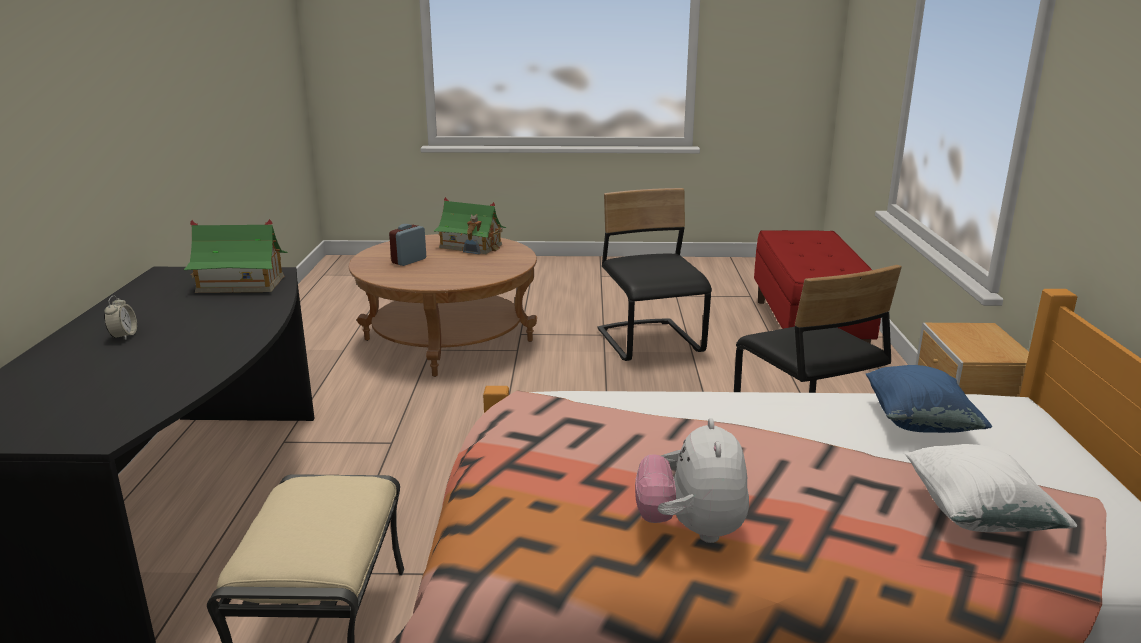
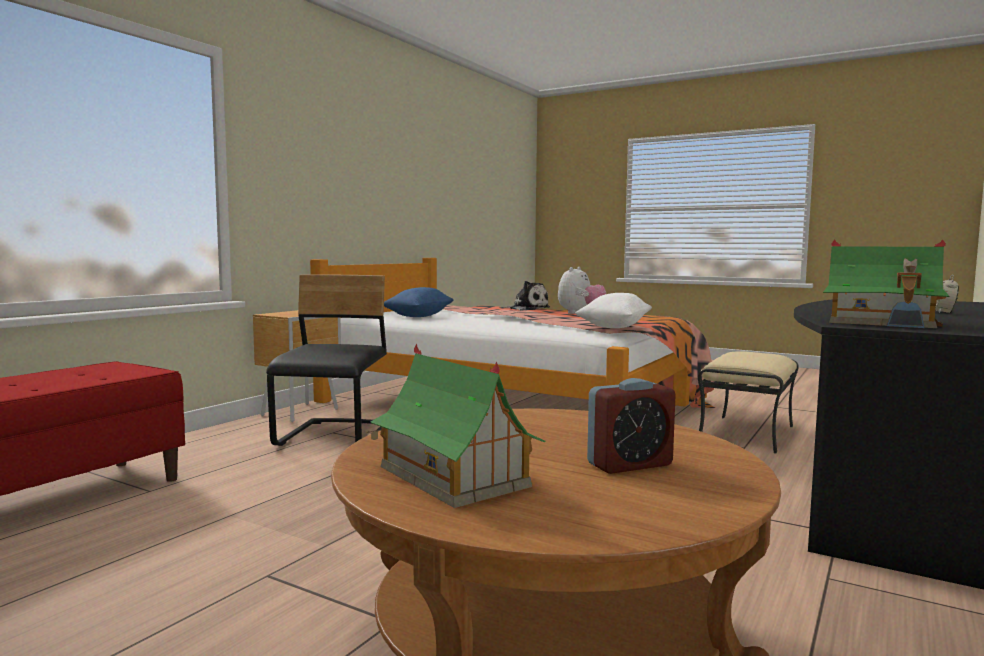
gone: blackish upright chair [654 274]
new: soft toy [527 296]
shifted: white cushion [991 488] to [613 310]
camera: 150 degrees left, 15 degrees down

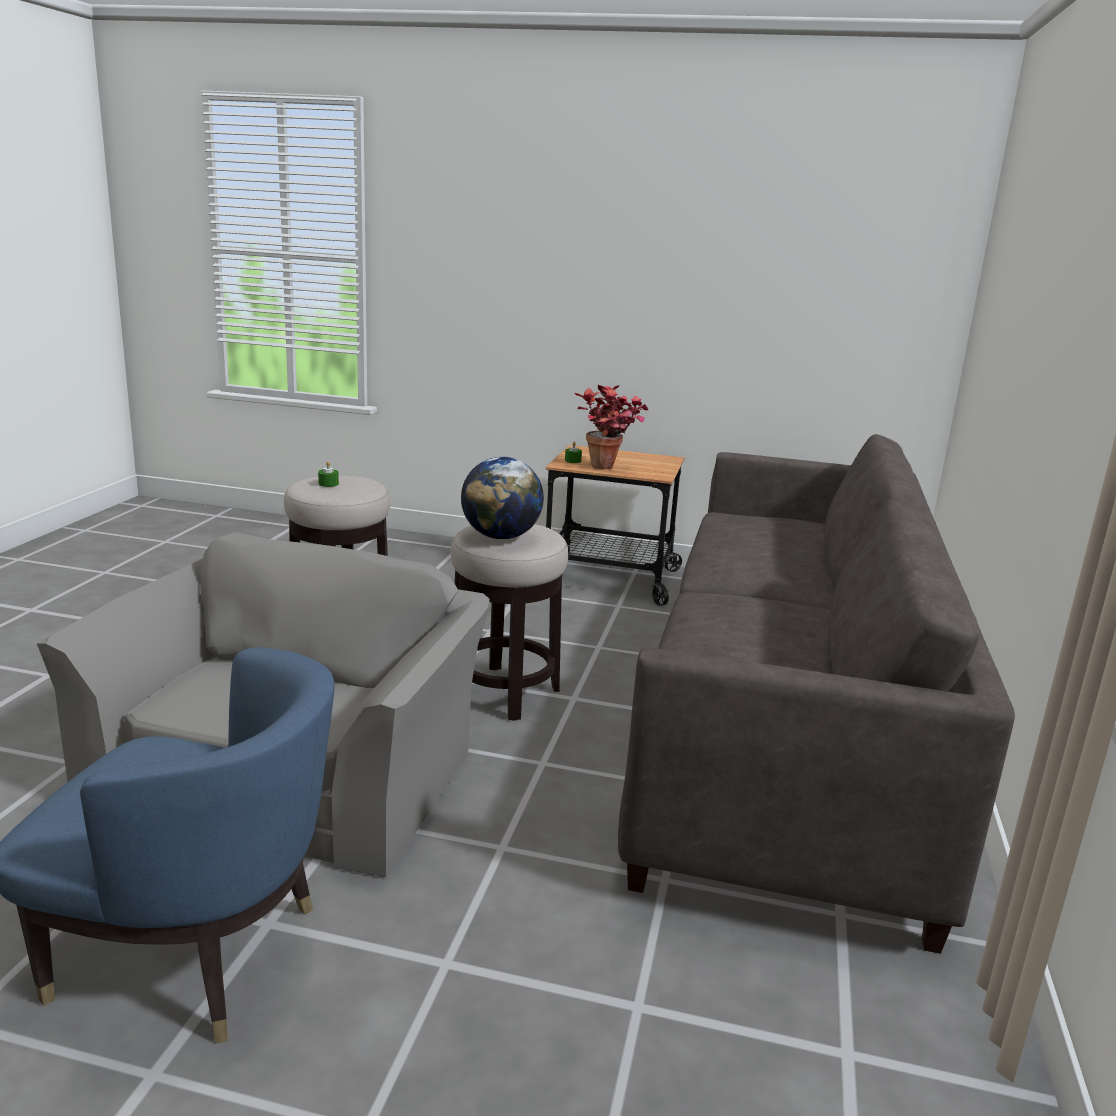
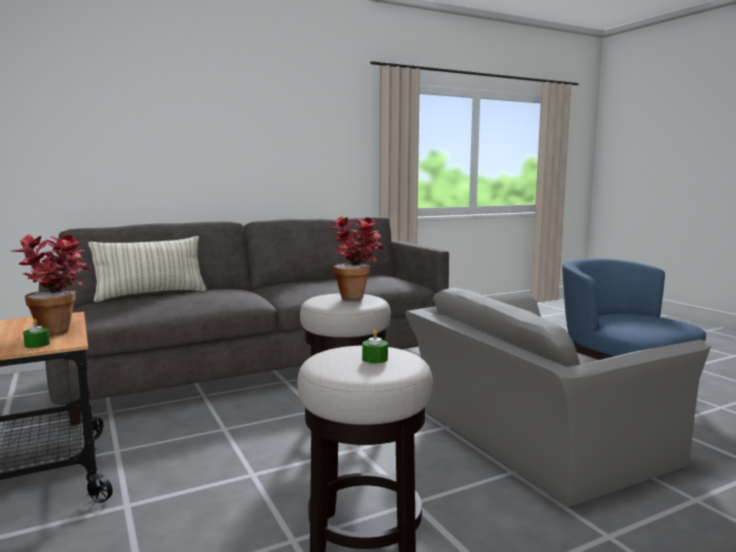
new: cushion [147 269]
swapped: globe [502 498] to plant in a pot [356 258]
camera: 130 degrees left, 10 degrees down

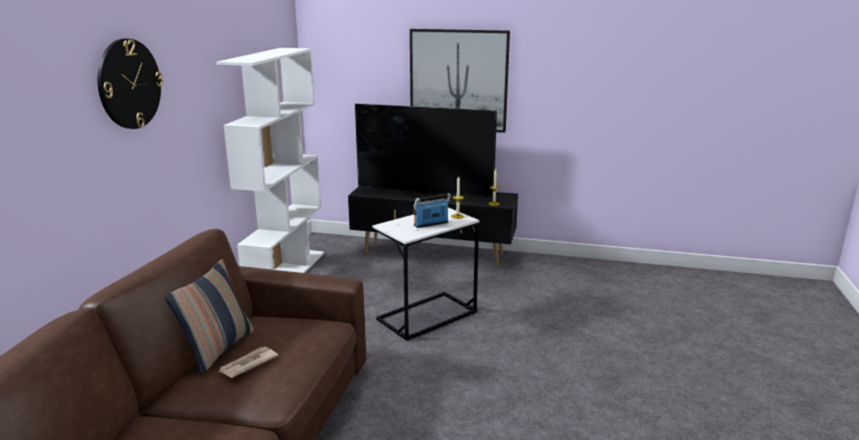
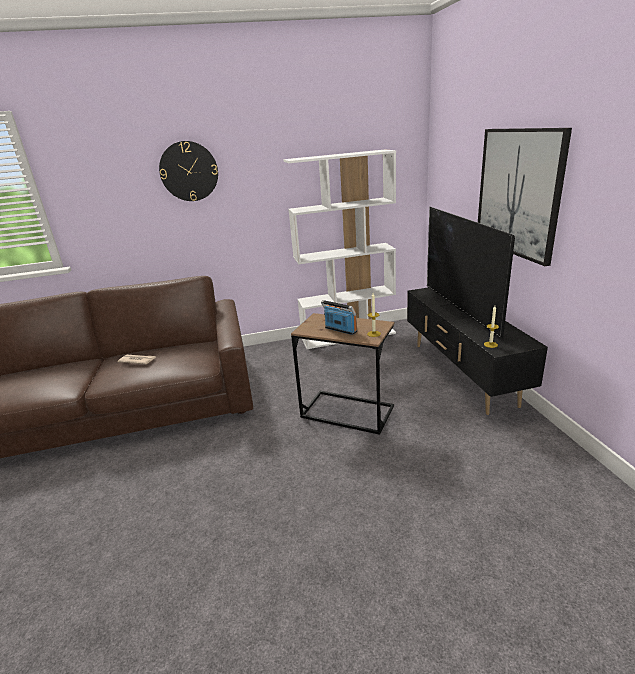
gone: cushion [209 317]
repainted: white accent table [426 274] to brown-coloured accent table [342 374]
camera: 65 degrees right, 5 degrees up

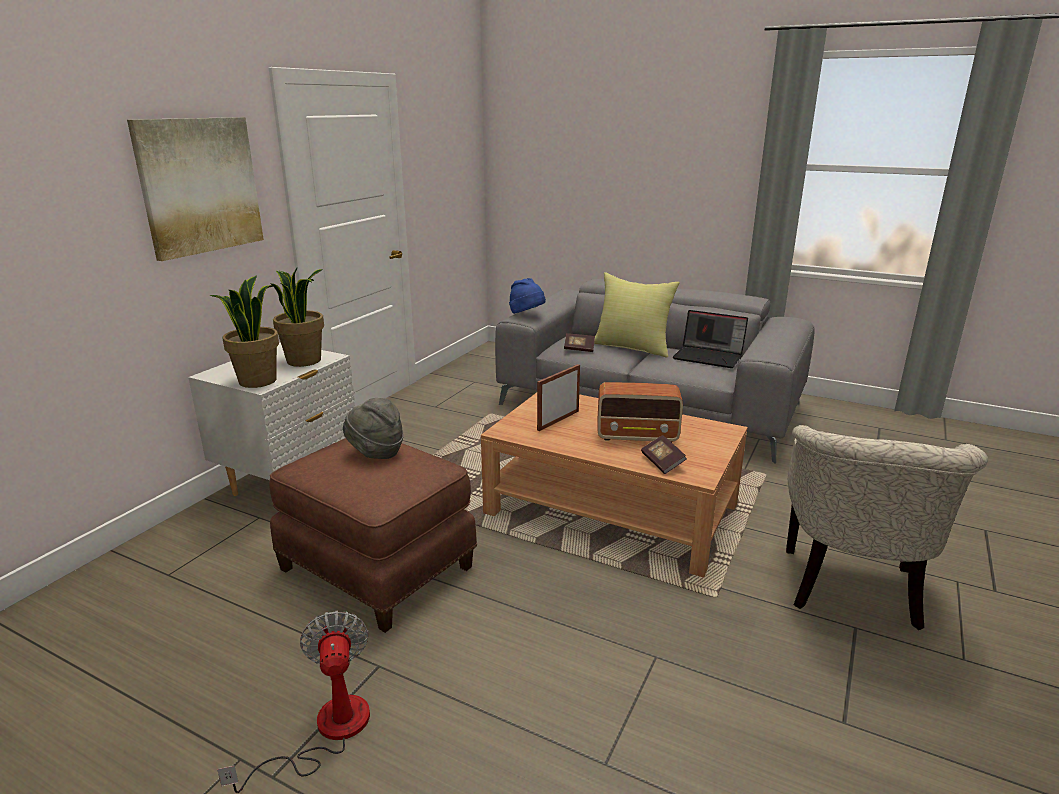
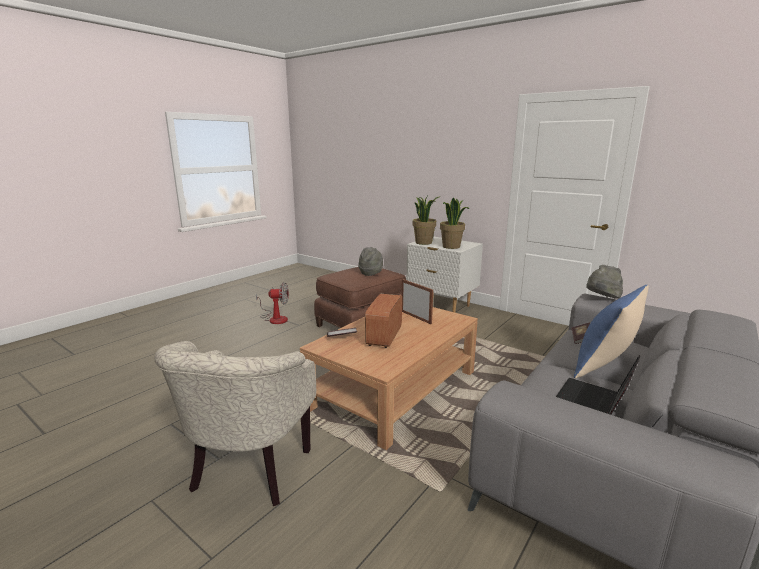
gone: picture [195 189]
repainted: blue-coloured clothing hat [527 296] to grey clothing hat [604 281]; yellowish cushion [637 315] to blue-coloured cushion [611 332]
rotated: beige armchair [887 527] = [235 423] 105 degrees counterclockwise
camera: 100 degrees right, 5 degrees down

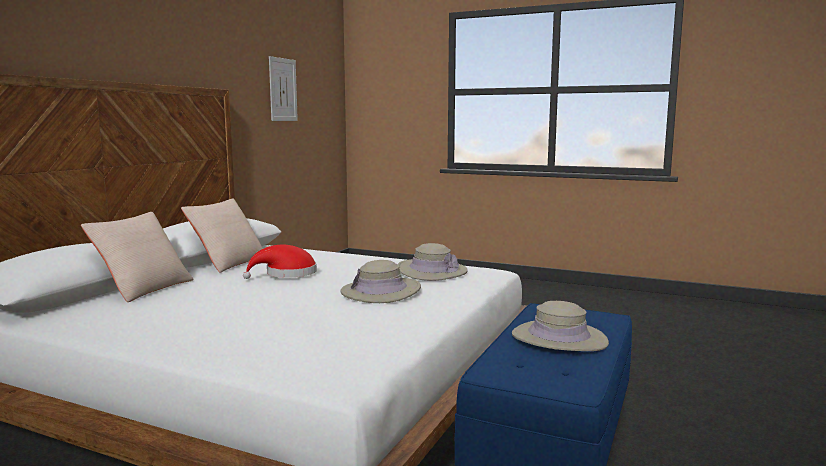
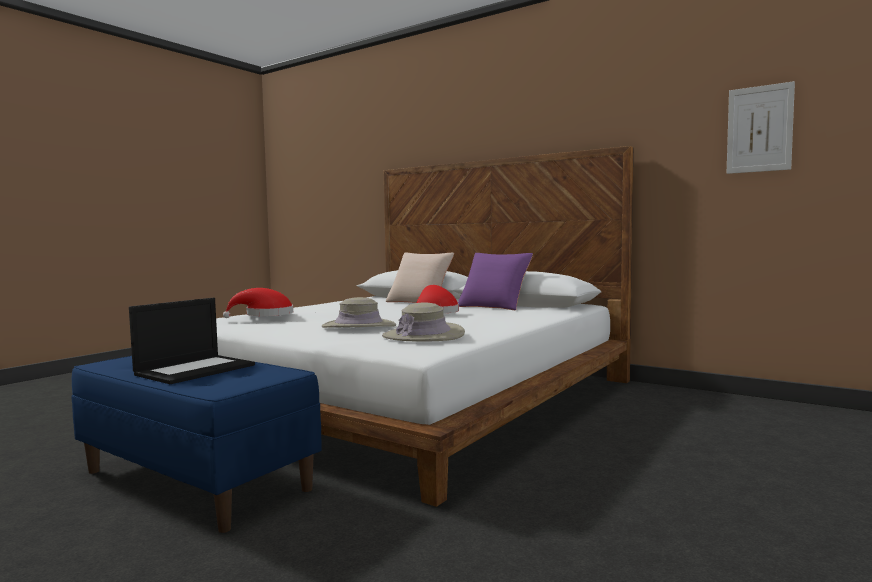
new: reddish clothing hat [258 303]
swapped: beige clothing hat [560 326] to notebook computer [192 341]
repainted: beige cushion [222 235] to purple cushion [495 281]
camera: 100 degrees right, 5 degrees down

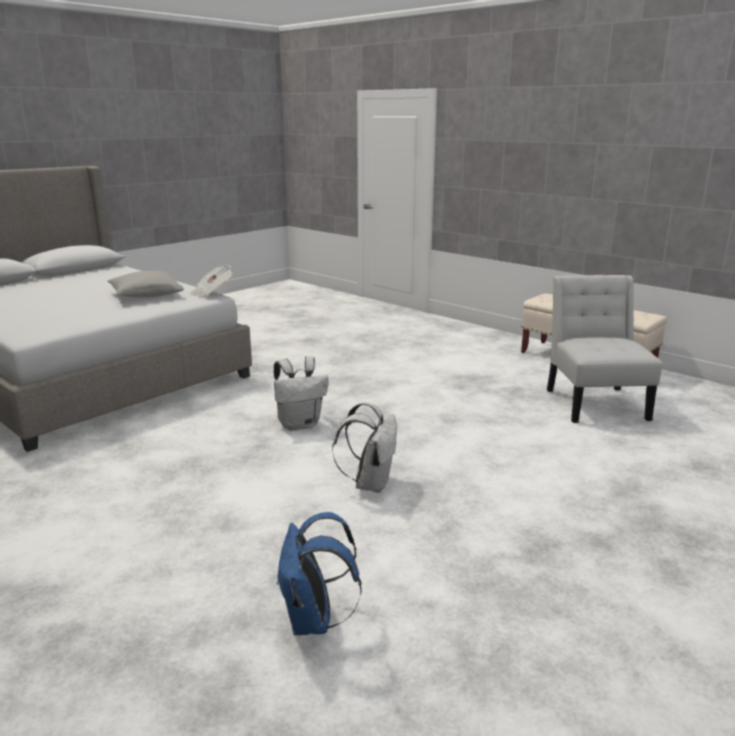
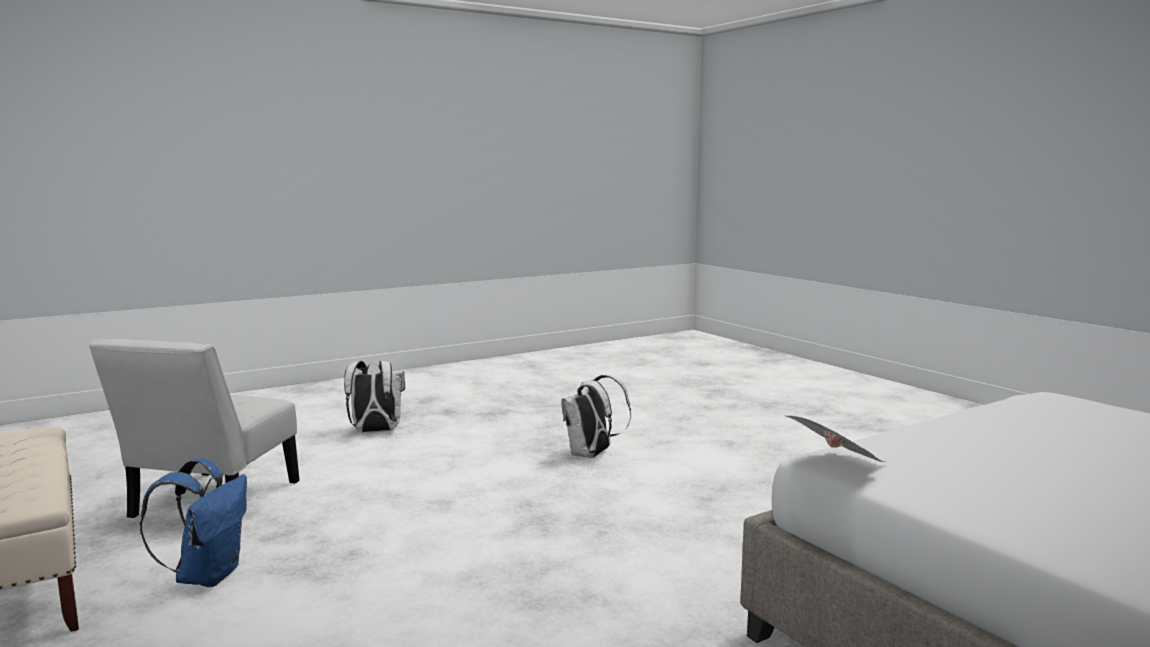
gone: grey cushion [146 284]
shifted: white backpack [301 393] to [374 396]; blue-coloured backpack [319 573] to [193 522]
camera: 165 degrees left, 10 degrees down

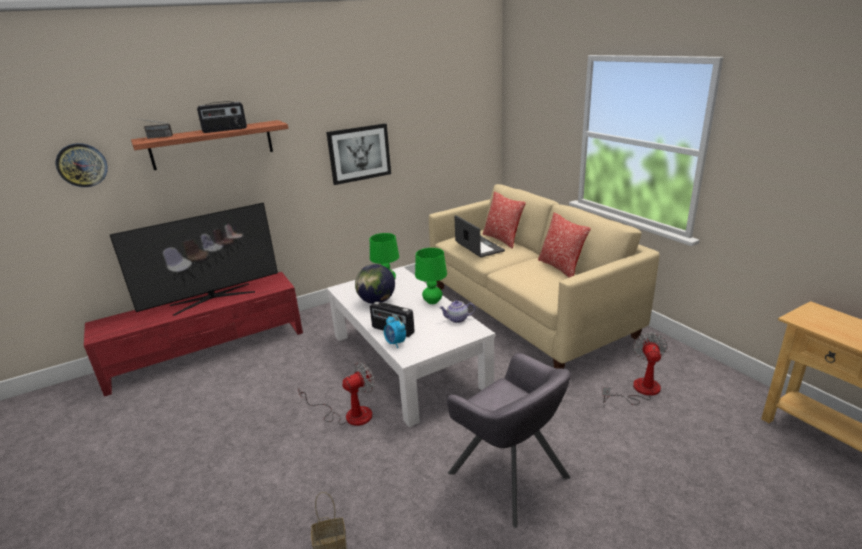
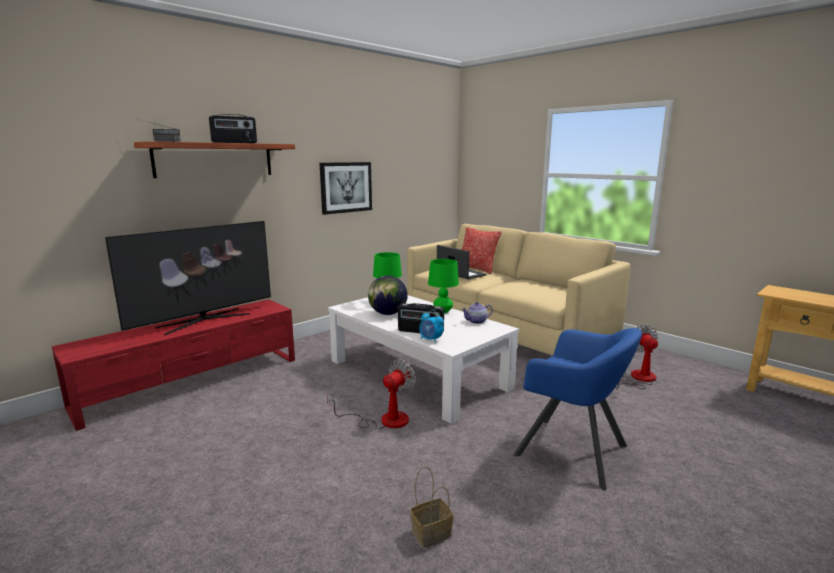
gone: clock on the wall [82 165]; cushion [564 245]
repainted: grey armchair [509 440] to blue-coloured armchair [577 409]
camera: 15 degrees left, 10 degrees down

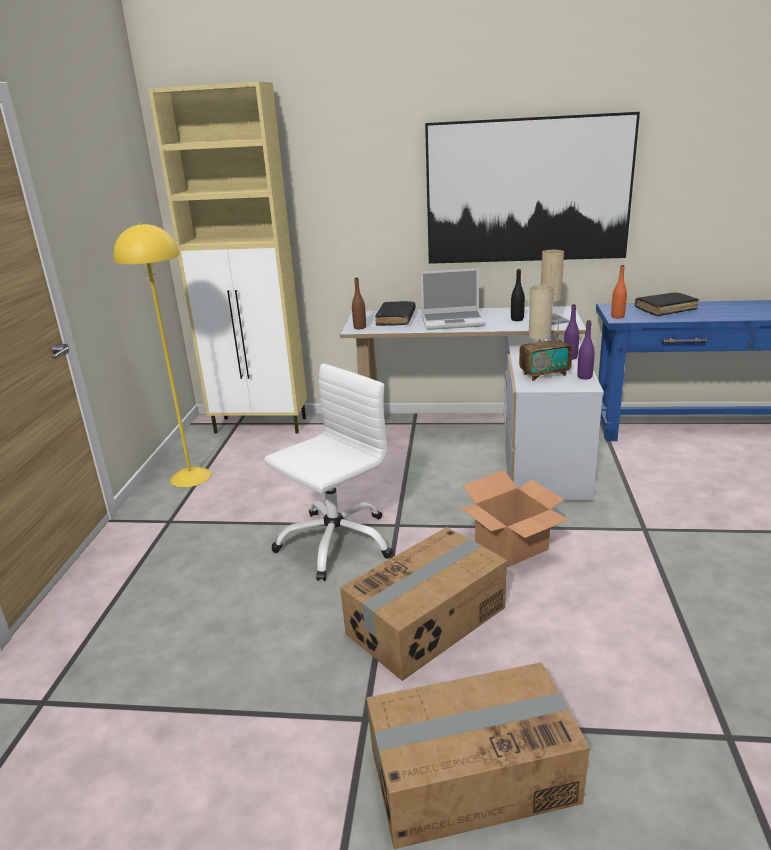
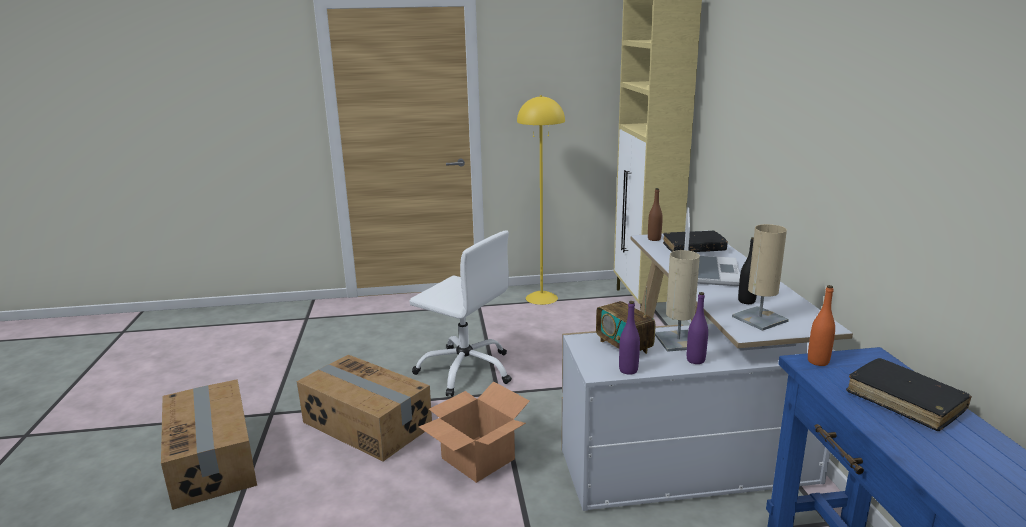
gone: picture [532 188]
rotated: notebook computer [453 299] = [712 246] 150 degrees counterclockwise
camera: 75 degrees right, 5 degrees down

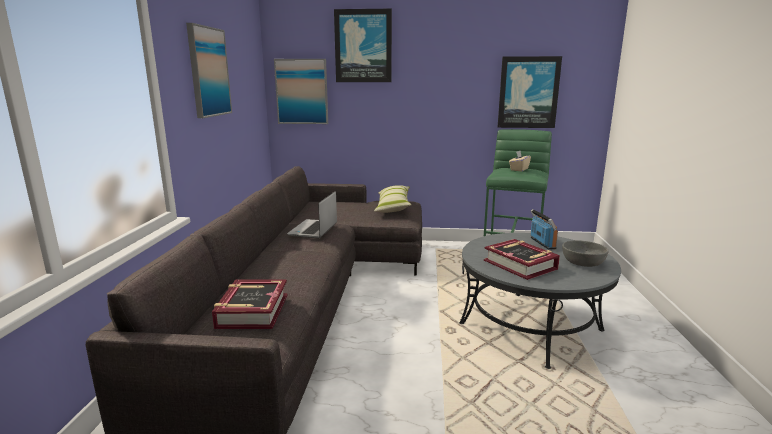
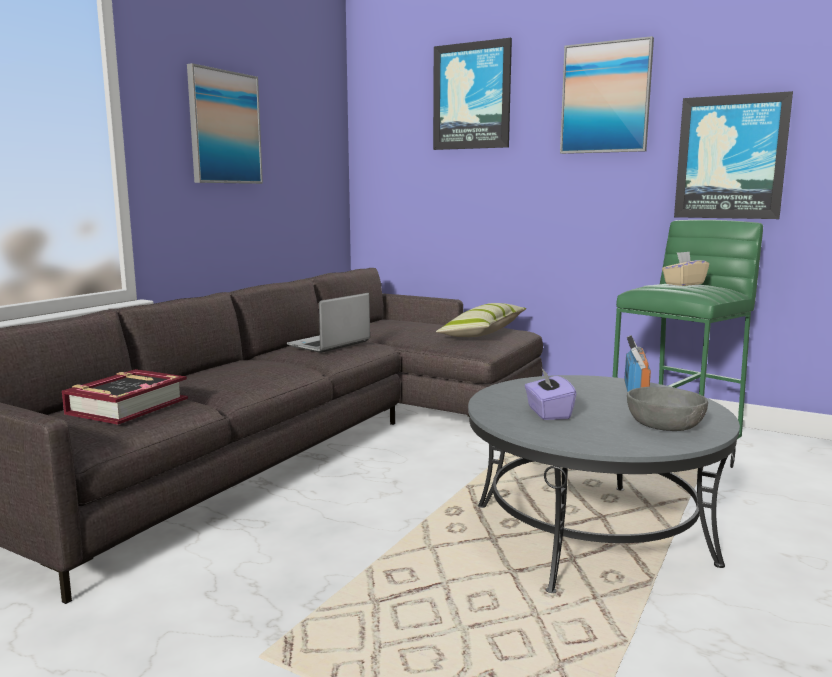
shifted: picture [301 91] to [607 95]
swapped: bound book [522 259] to purple box of tissues [550 393]
camera: 25 degrees right, 5 degrees down

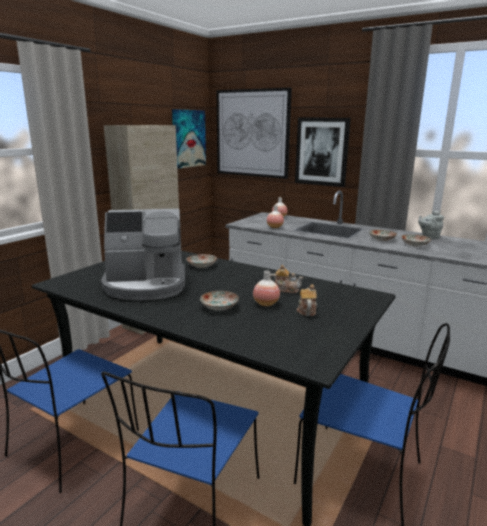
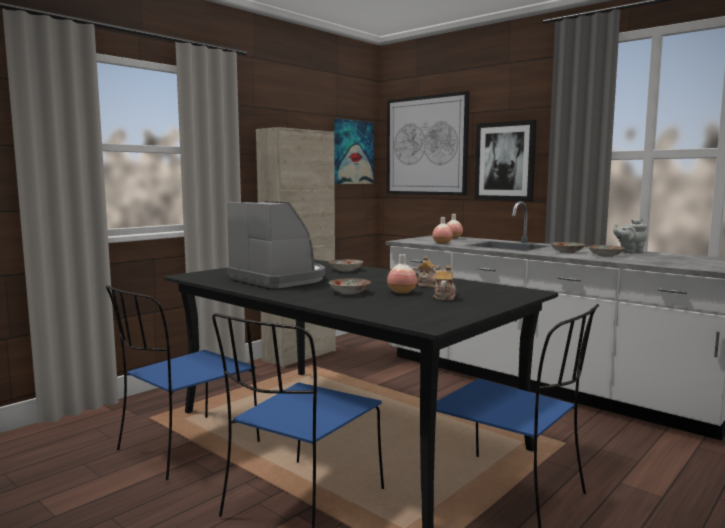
rotated: coffee maker [143 255] = [276 245] 135 degrees counterclockwise
camera: 10 degrees right, 10 degrees down

